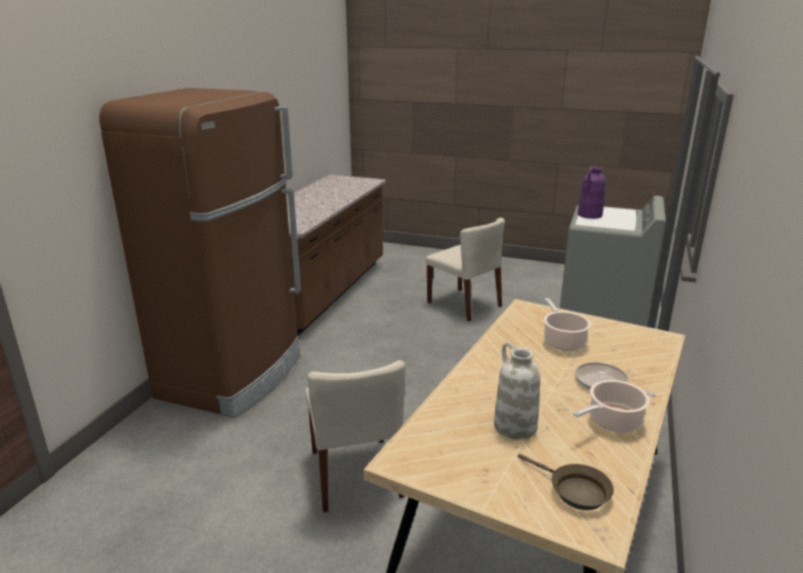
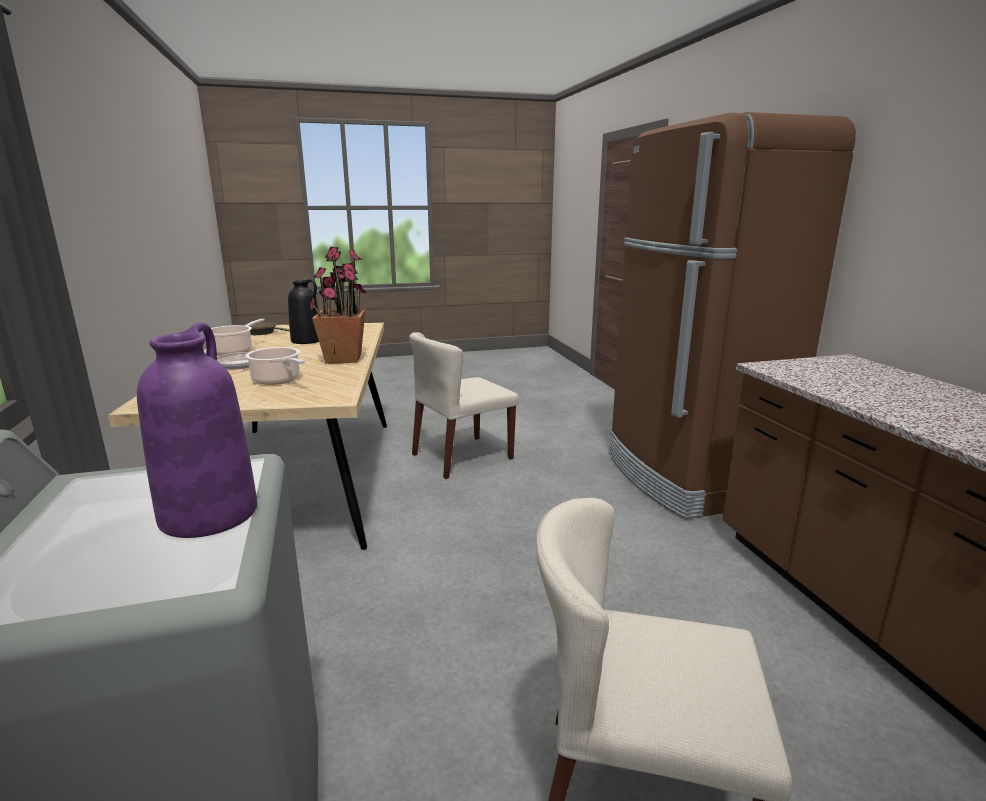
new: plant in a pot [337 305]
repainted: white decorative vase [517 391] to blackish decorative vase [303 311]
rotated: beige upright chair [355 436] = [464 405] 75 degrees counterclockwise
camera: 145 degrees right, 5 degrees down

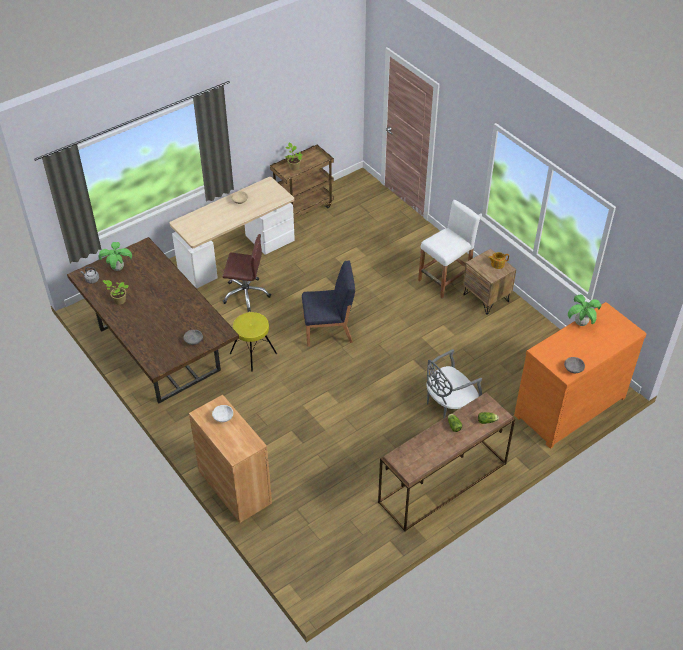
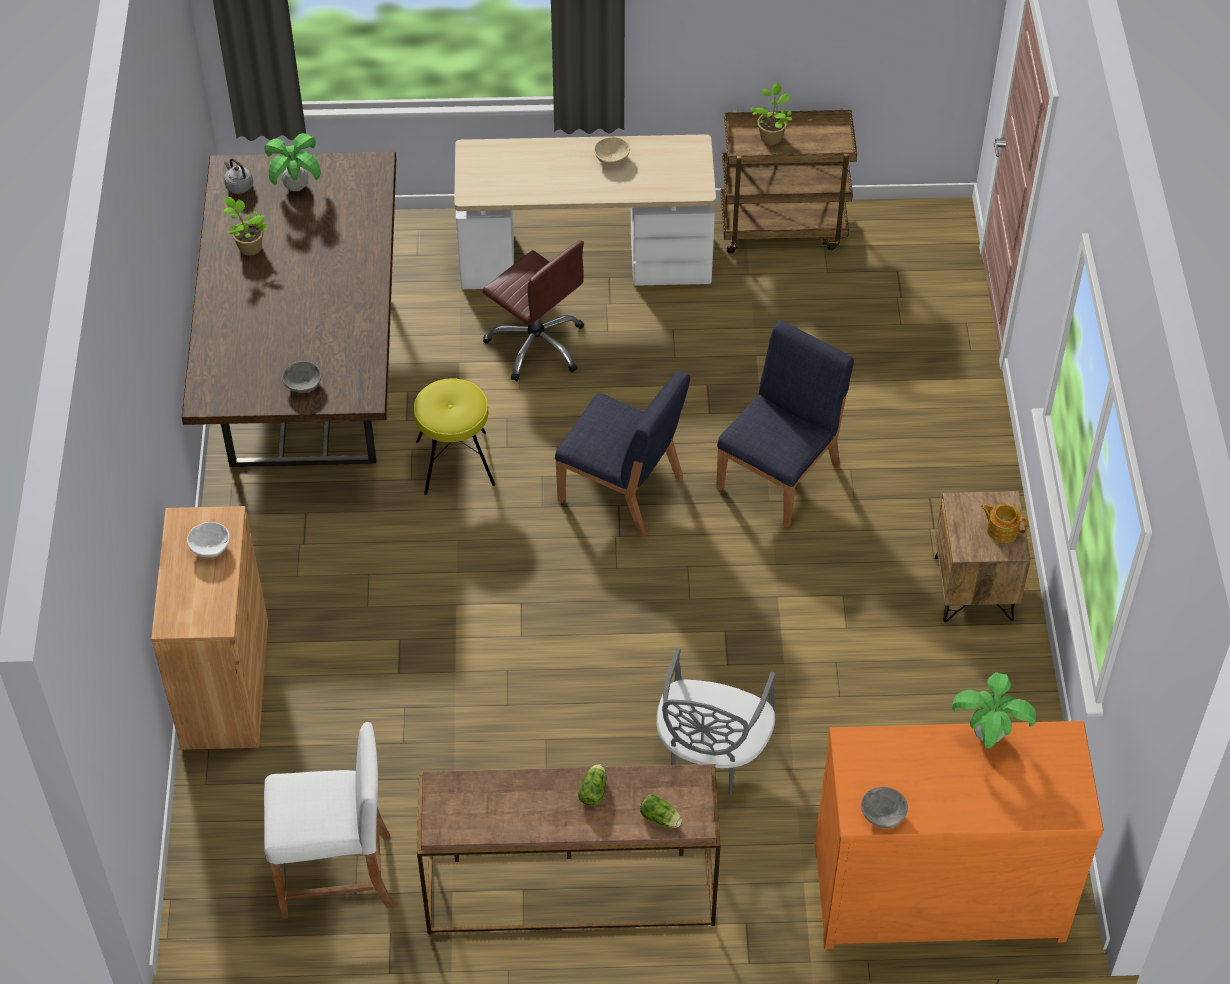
new: blue-coloured upright chair [785 424]
shifted: white stool seat [449 249] to [329 820]
rotated: grey upright chair [454 384] = [716 721] 75 degrees counterclockwise
camera: 35 degrees right, 5 degrees up

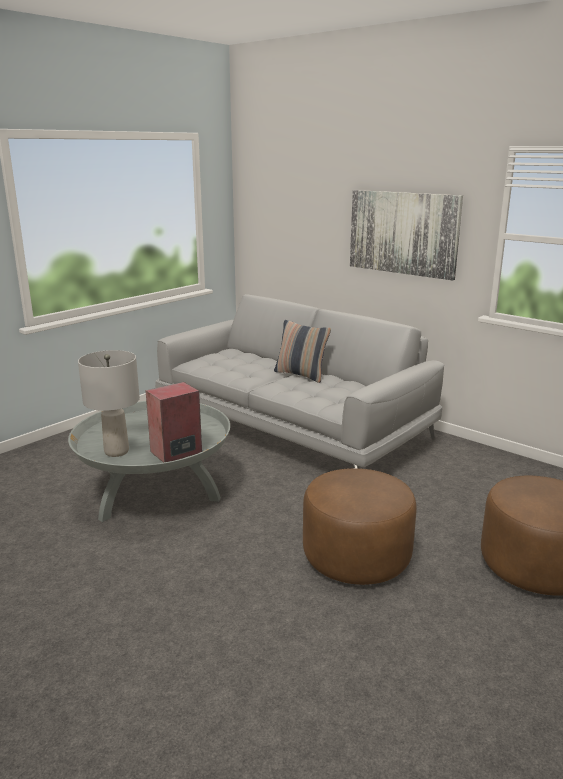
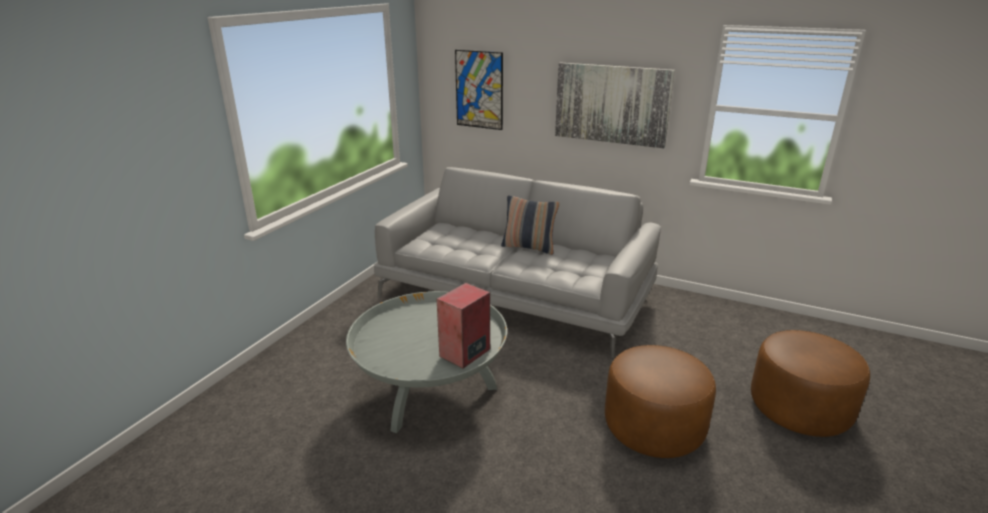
gone: grey table lamp [109 403]
new: picture [479 90]
camera: 15 degrees left, 5 degrees up

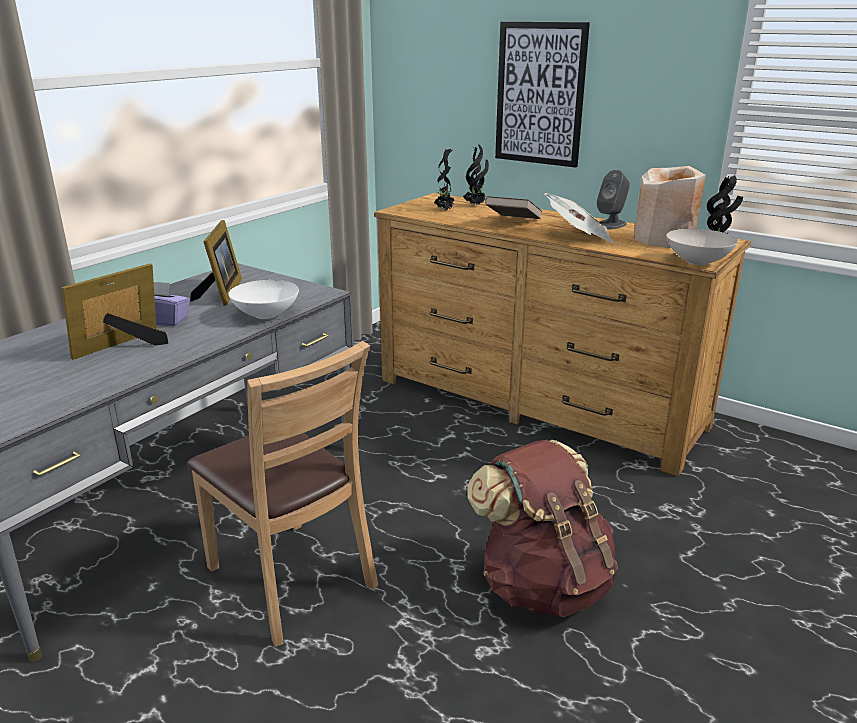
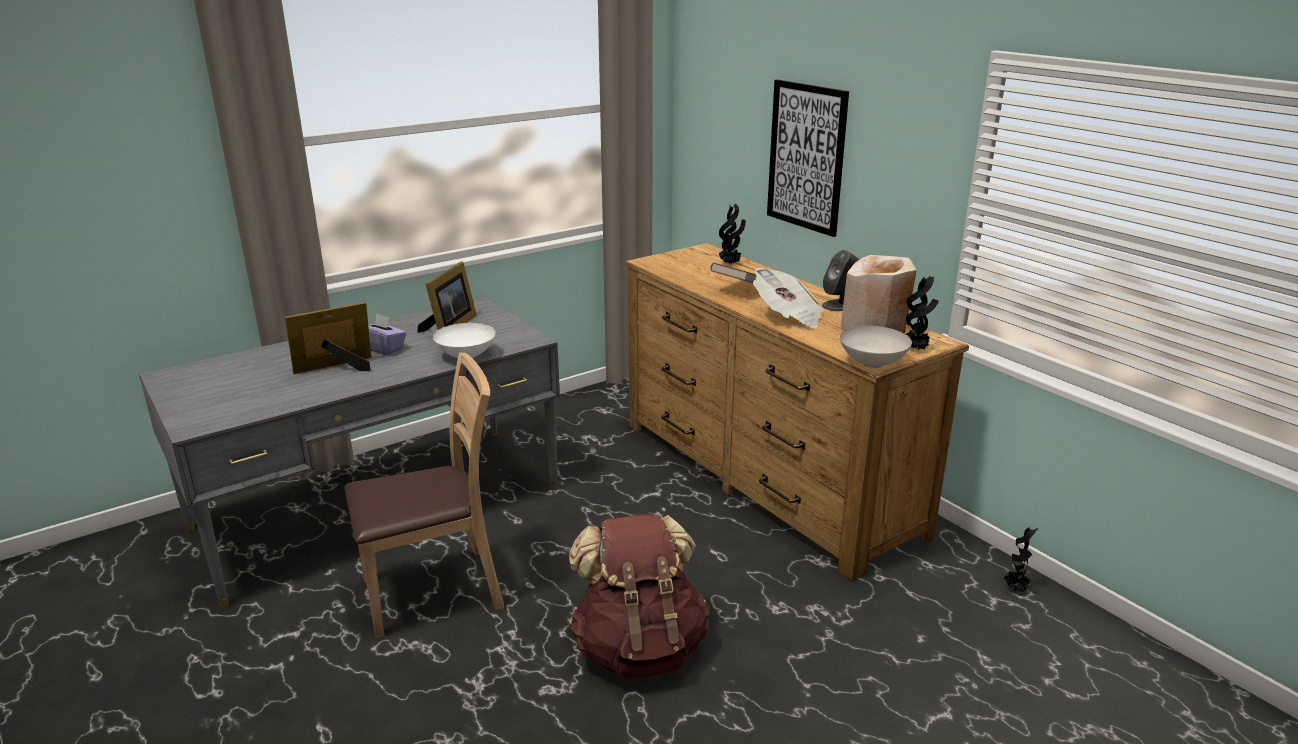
shifted: plant in a pot [444 180] to [1020 559]
rotated: brown-coloured upright chair [282 494] = [424 495] 90 degrees counterclockwise
camera: 20 degrees right, 0 degrees up

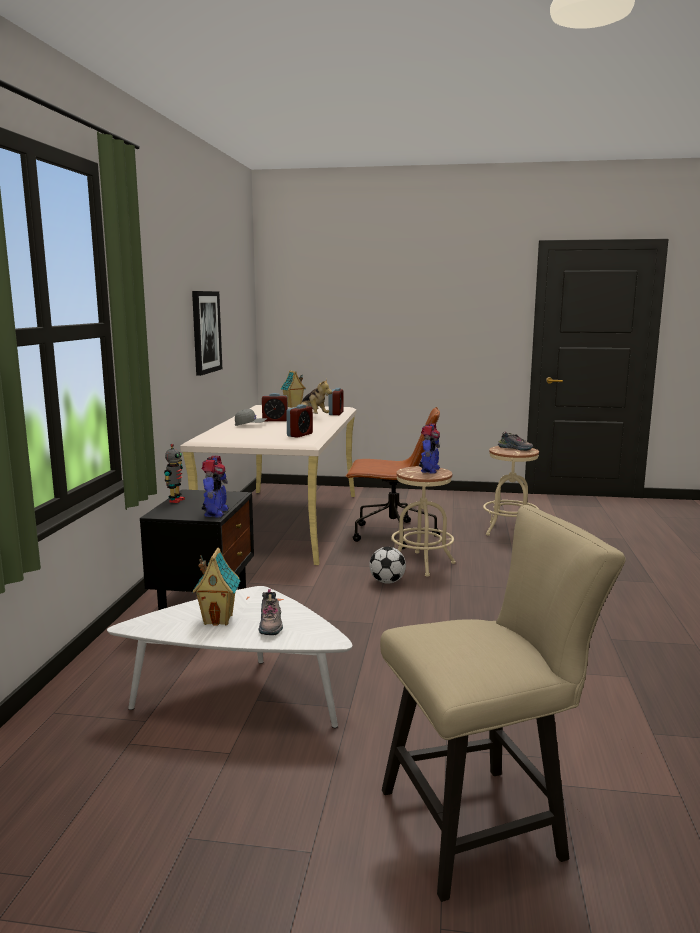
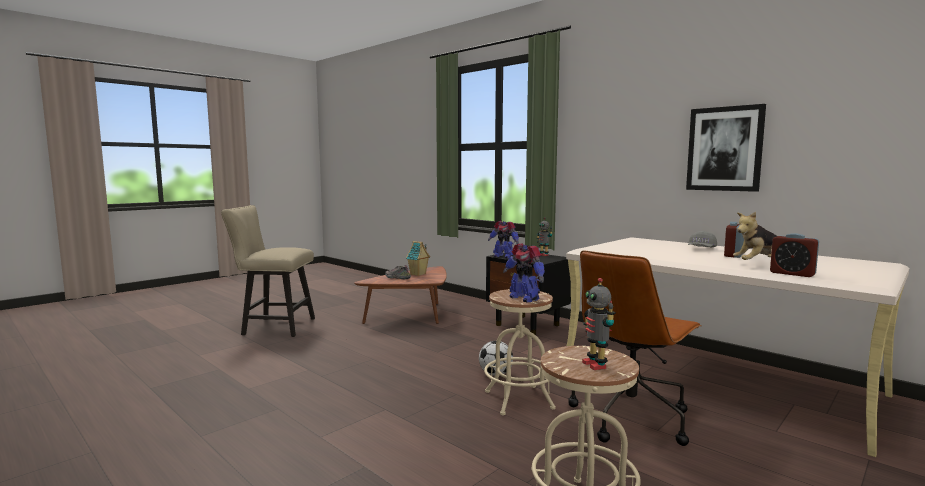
gone: model house [293 389]; table clock [299 421]
swapped: low shoe [515 441] to model robot [599 324]
repainted: white lounge table [230 657] to brown-coloured lounge table [400 295]
rotated: beige upright chair [503 703] = [268 271] 75 degrees clockwise
camera: 125 degrees right, 5 degrees down

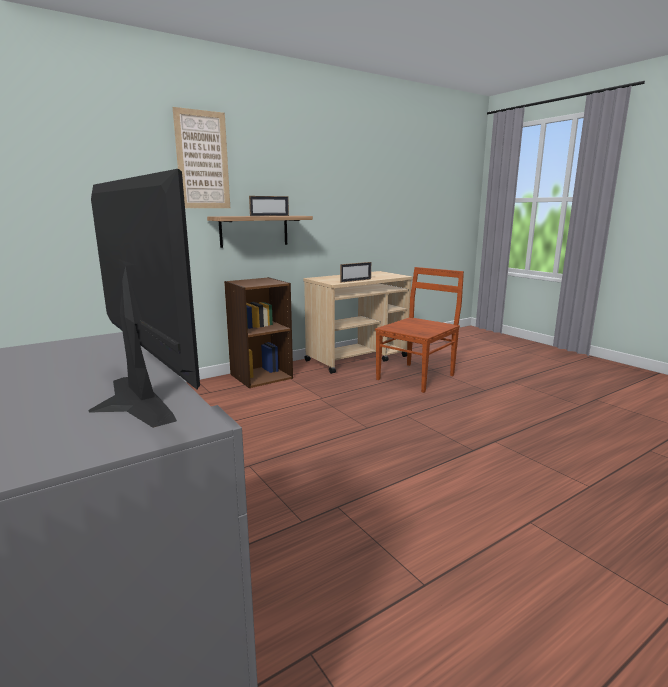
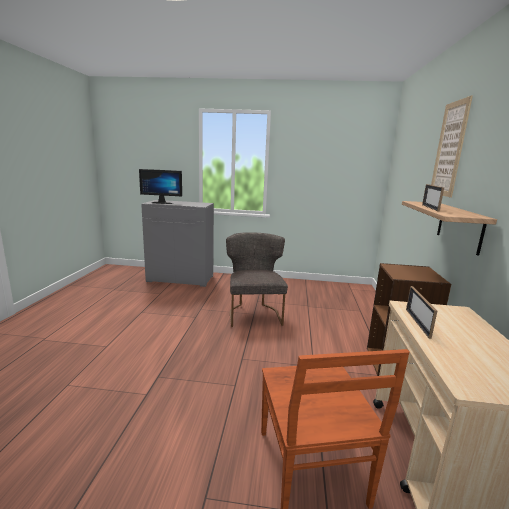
new: grey upright chair [257 279]
camera: 130 degrees right, 0 degrees up

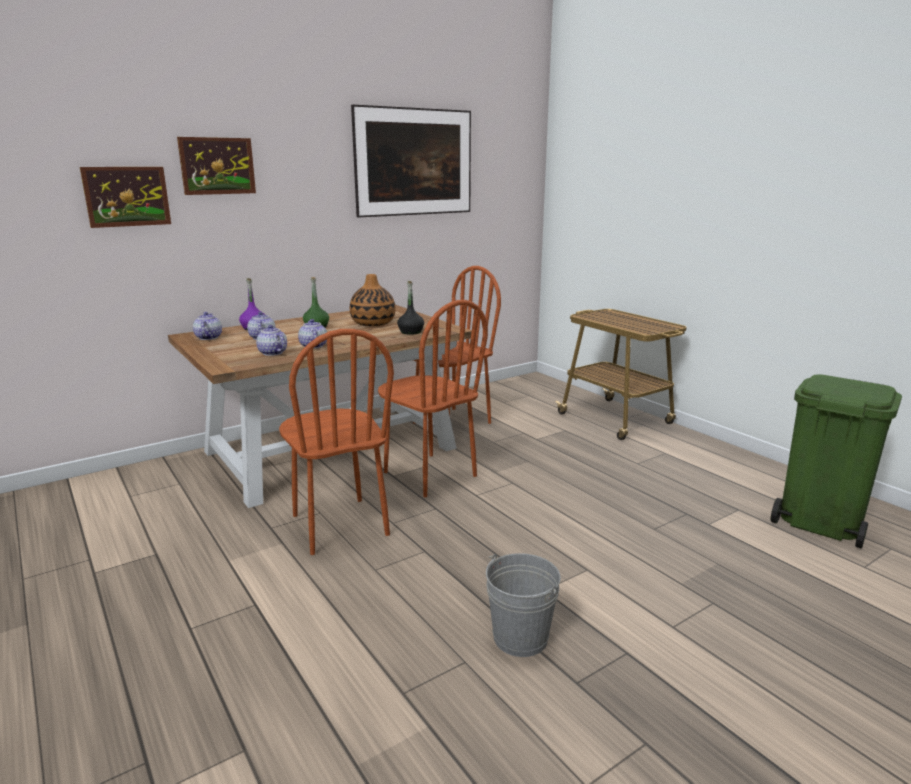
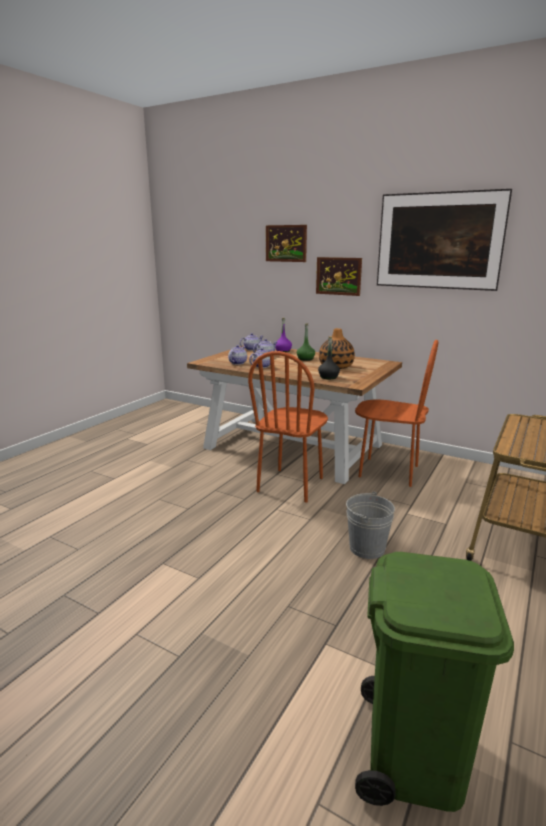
gone: brown-coloured upright chair [336 442]
shifted: picture [125 197] to [339 276]; grey pail [523 605] to [370 525]
camera: 65 degrees right, 0 degrees up

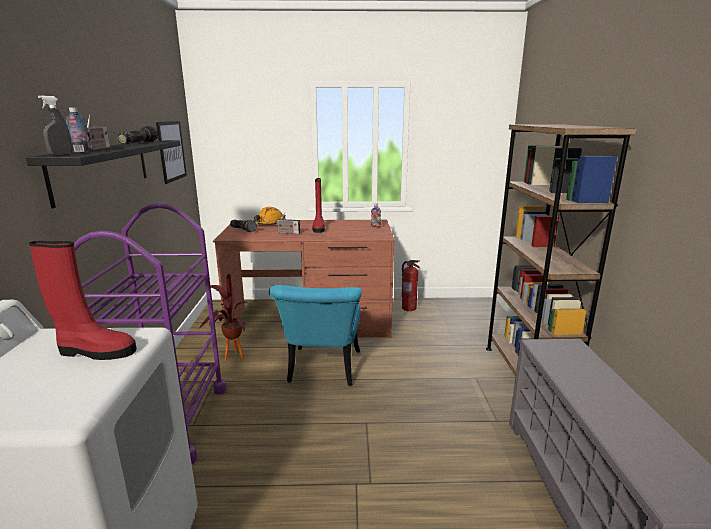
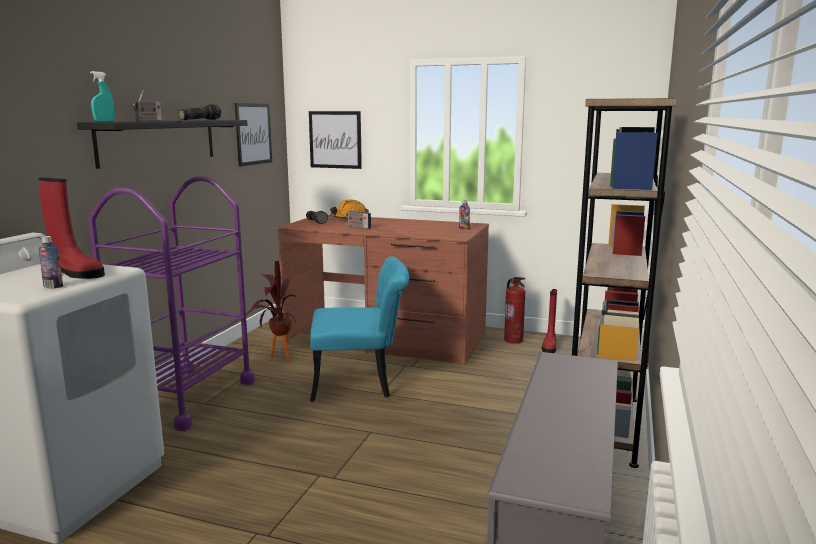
new: picture [335 140]
shifted: beverage bottle [78 129] to [50 262]; reddish tall boot [318 205] to [549 321]
repainted: grey hand sprayer [55 125] to blue-green hand sprayer [102 96]
rotated: blue-green upright chair [315 335] = [359 329] 120 degrees counterclockwise
camera: 20 degrees right, 5 degrees down

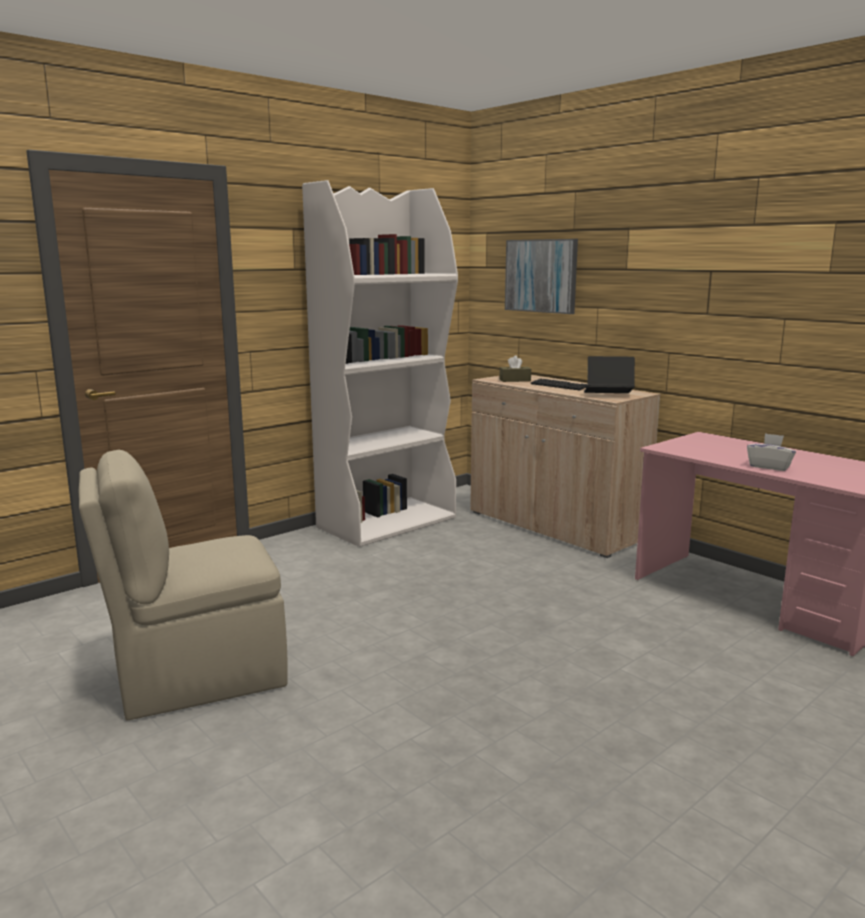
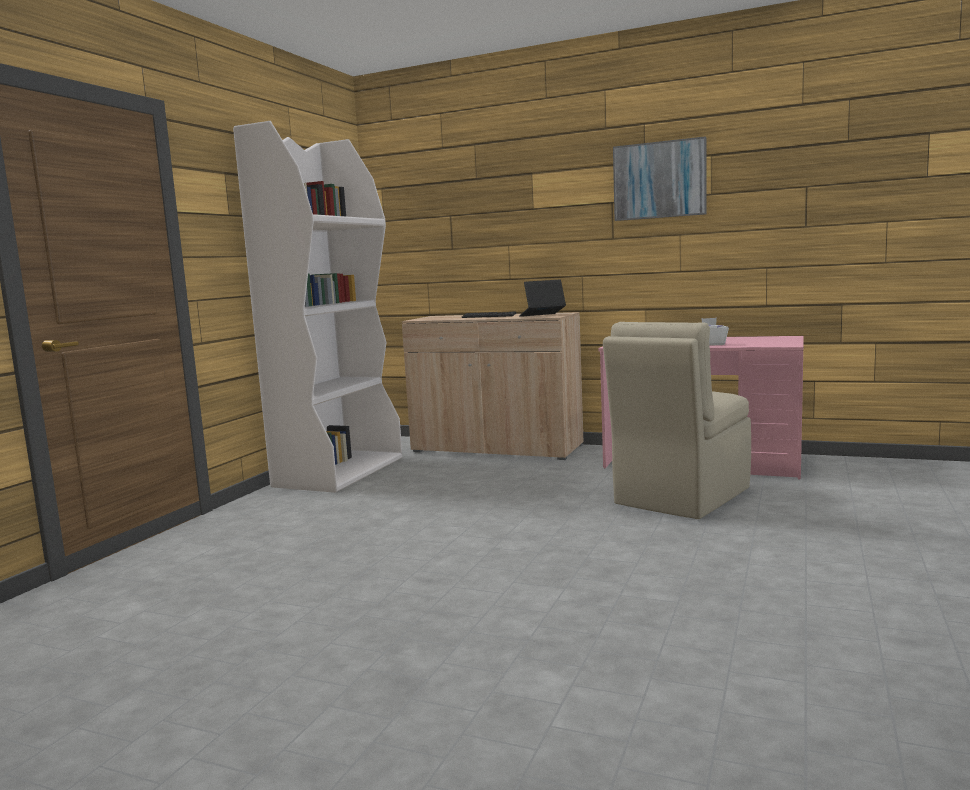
gone: brown-coloured box of tissues [515 368]
shifted: beige upright chair [183 585] to [677 420]; picture [541 276] to [660 178]
camera: 25 degrees left, 5 degrees down

